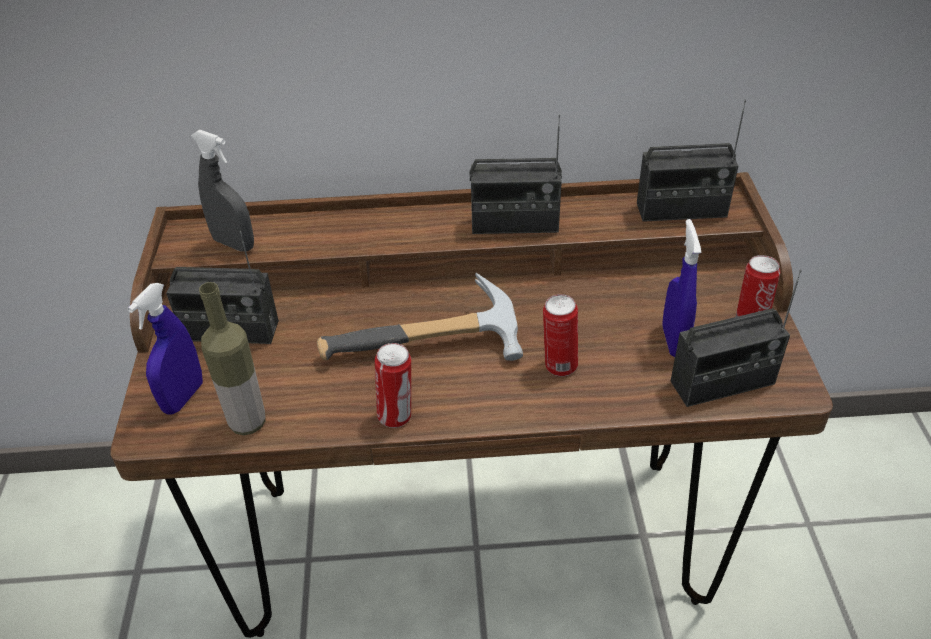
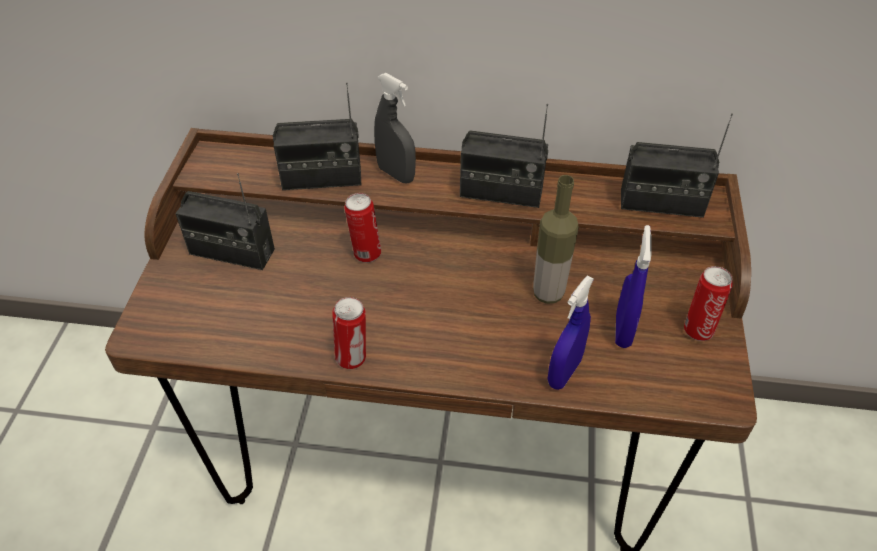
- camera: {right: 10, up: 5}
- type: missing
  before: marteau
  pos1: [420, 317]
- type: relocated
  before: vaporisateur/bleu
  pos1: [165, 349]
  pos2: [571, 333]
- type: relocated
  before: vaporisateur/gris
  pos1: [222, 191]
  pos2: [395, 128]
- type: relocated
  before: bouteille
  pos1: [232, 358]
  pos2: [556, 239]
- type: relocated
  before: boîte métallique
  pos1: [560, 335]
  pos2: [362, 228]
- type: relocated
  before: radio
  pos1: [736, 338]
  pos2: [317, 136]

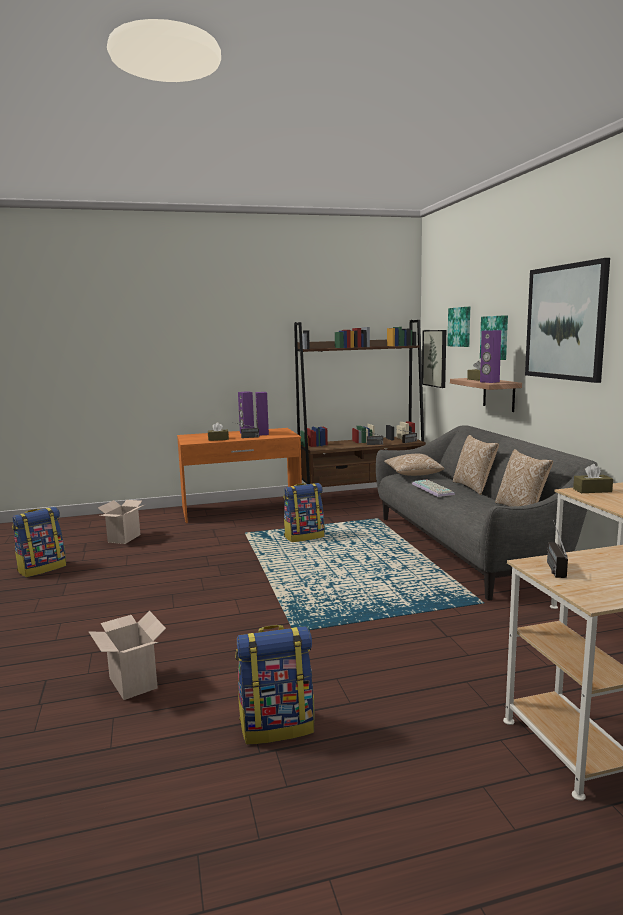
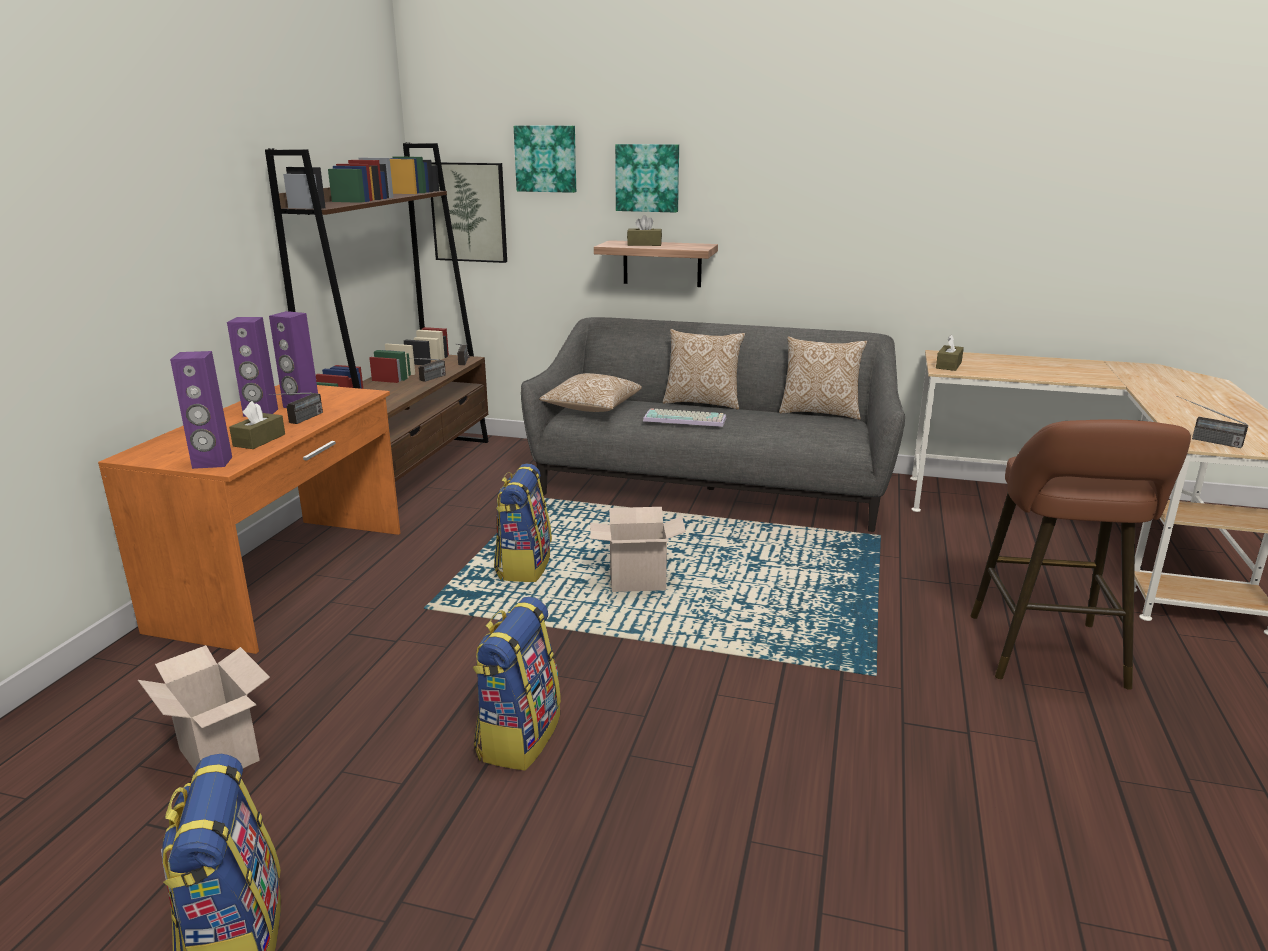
- camera: {right: -60, up: 10}
- type: missing
  before: tableau
  pos1: [567, 320]
- type: appeared
  after: tabouret/marron
  pos2: [1080, 554]
- type: relocated
  before: carton
  pos1: [127, 655]
  pos2: [638, 549]
- type: relocated
  before: sac à dos
  pos1: [274, 685]
  pos2: [517, 684]
- type: relocated
  before: enceinte/violet
  pos1: [490, 356]
  pos2: [201, 410]

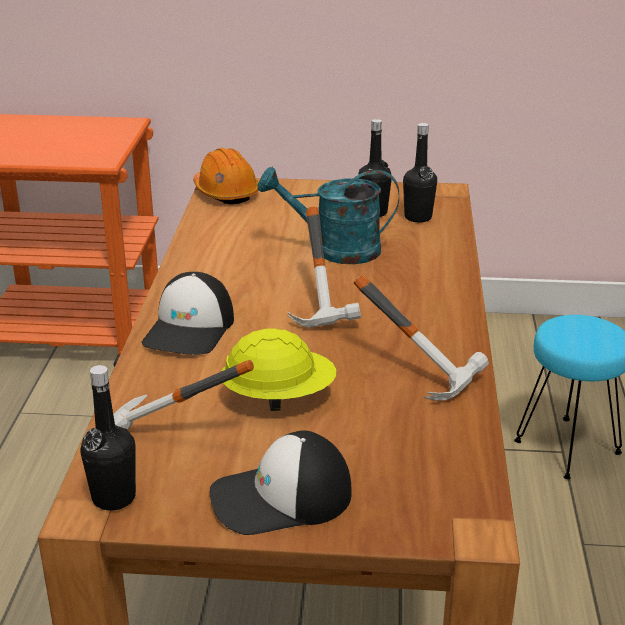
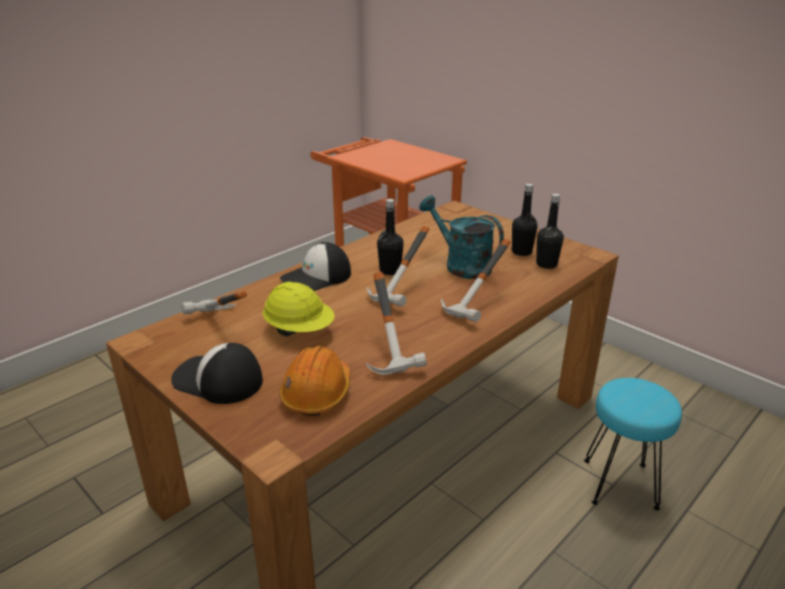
- camera: {right: 40, up: 0}
- type: appeared
  after: marteau
  pos2: [475, 280]
- type: relocated
  before: bouteille/noir
  pos1: [108, 438]
  pos2: [390, 237]
- type: relocated
  before: casque de chantier/orange
  pos1: [225, 176]
  pos2: [314, 381]

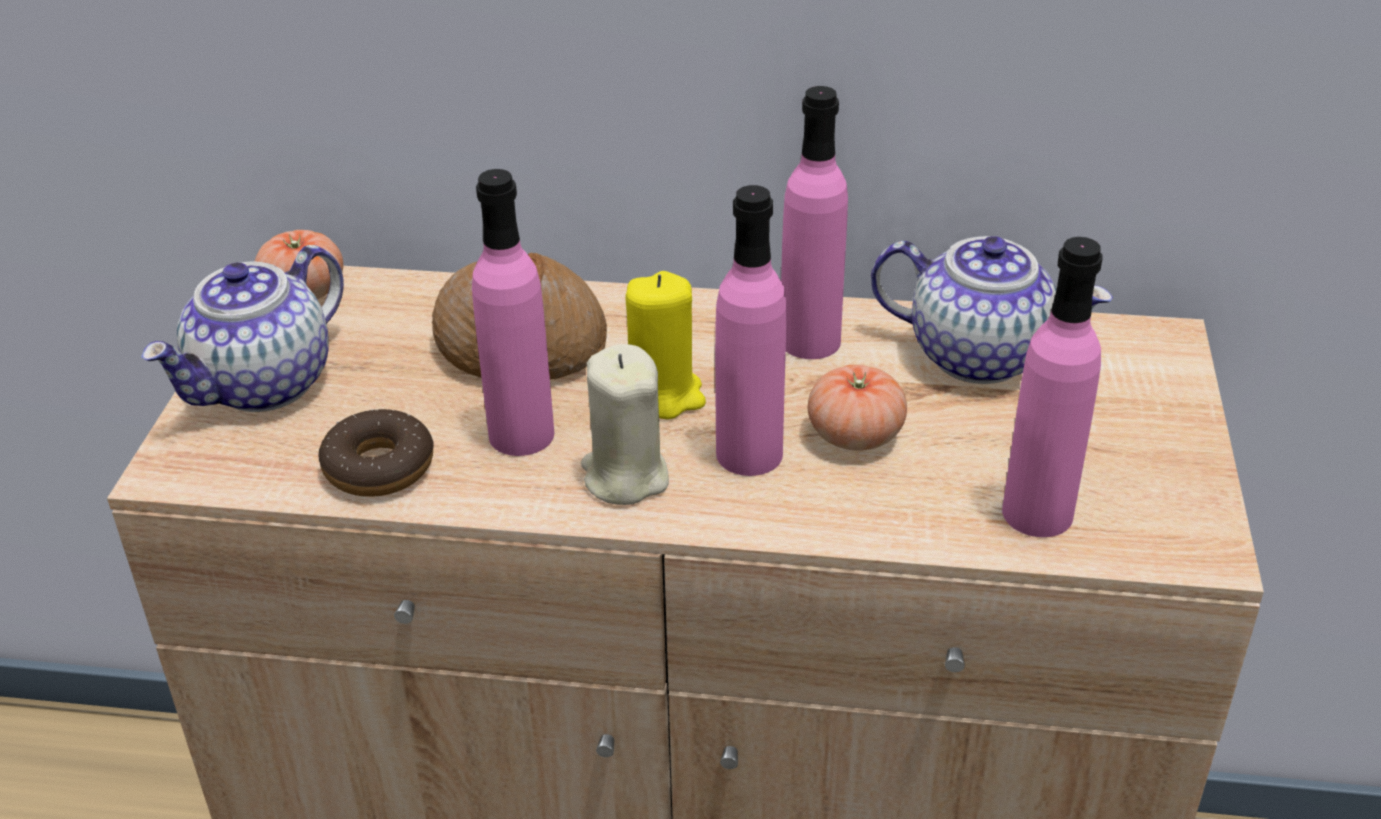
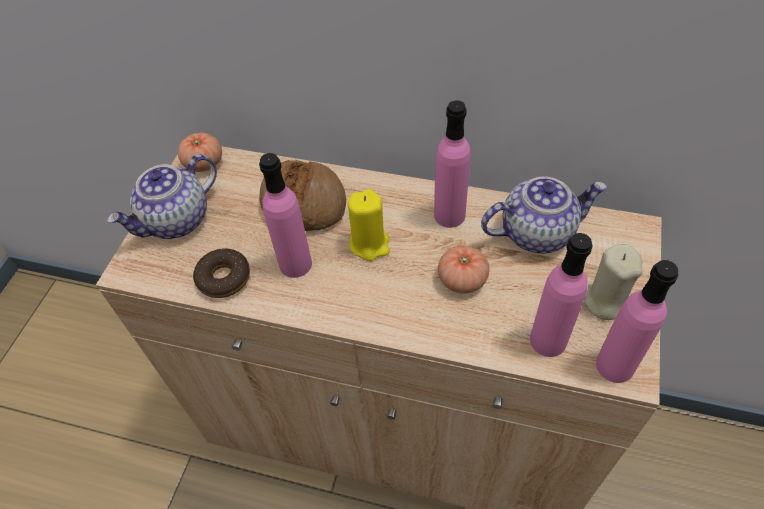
- camera: {right: 10, up: 15}
- type: relocated
  before: bougie/beige
  pos1: [625, 424]
  pos2: [613, 282]
- type: relocated
  before: bouteille/rose
  pos1: [750, 330]
  pos2: [637, 321]
- type: spun
  before: théière
  pos1: [992, 310]
  pos2: [544, 215]
  turn: -45

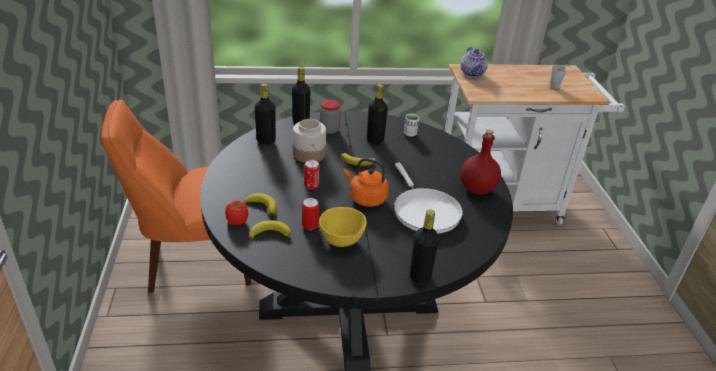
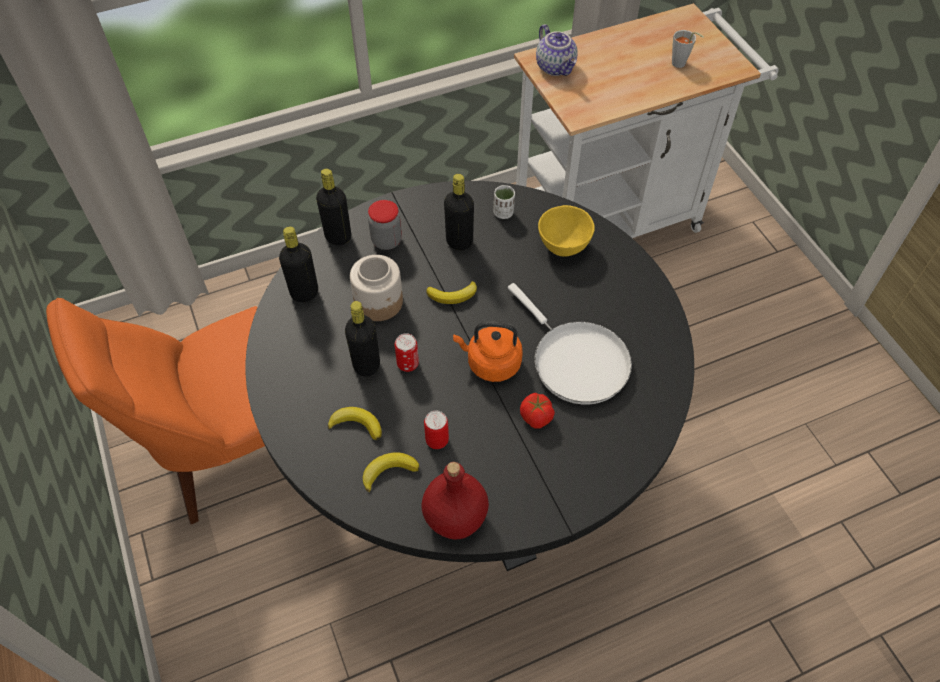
- camera: {right: -15, up: 20}
- type: relocated
  before: tomate
  pos1: [236, 212]
  pos2: [537, 410]
- type: relocated
  before: bol/jaune
  pos1: [343, 227]
  pos2: [566, 231]
- type: relocated
  before: bouteille/noir
  pos1: [424, 246]
  pos2: [362, 338]
- type: relocated
  before: bouteille/rouge
  pos1: [480, 162]
  pos2: [455, 500]

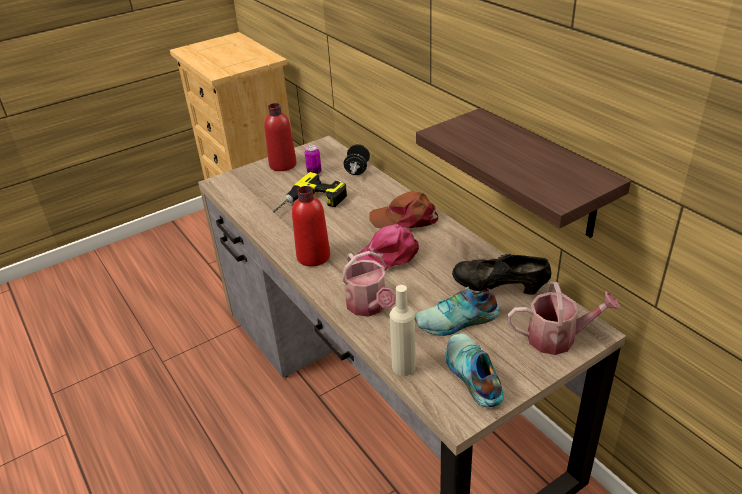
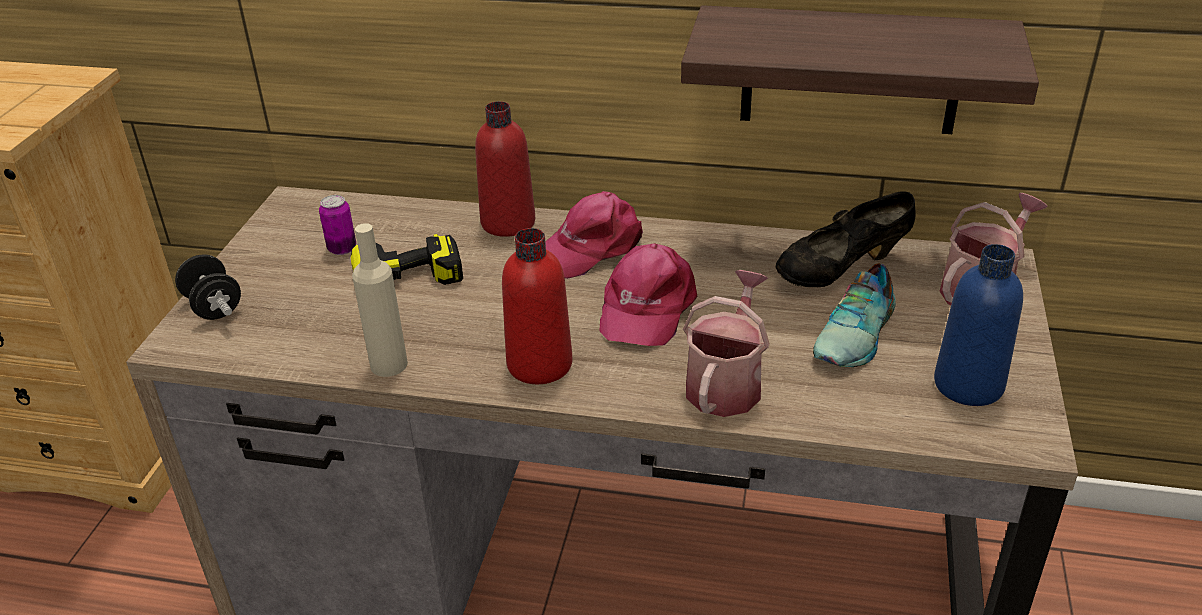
- camera: {right: -45, up: 0}
- type: relocated
  before: bouteille/rouge
  pos1: [280, 137]
  pos2: [505, 169]
- type: relocated
  before: haltère/noir
  pos1: [357, 159]
  pos2: [208, 287]
- type: relocated
  before: bouteille/beige
  pos1: [403, 330]
  pos2: [380, 300]
- type: exchanged
  before: chaussure
  after: bouteille/bleu
  pos1: [475, 370]
  pos2: [978, 325]
- type: colour
  before: casquette/marron
  after: casquette/rose
  pos1: [404, 210]
  pos2: [594, 235]
- type: spun
  before: arrosoir
  pos1: [368, 284]
  pos2: [726, 343]
  turn: -90

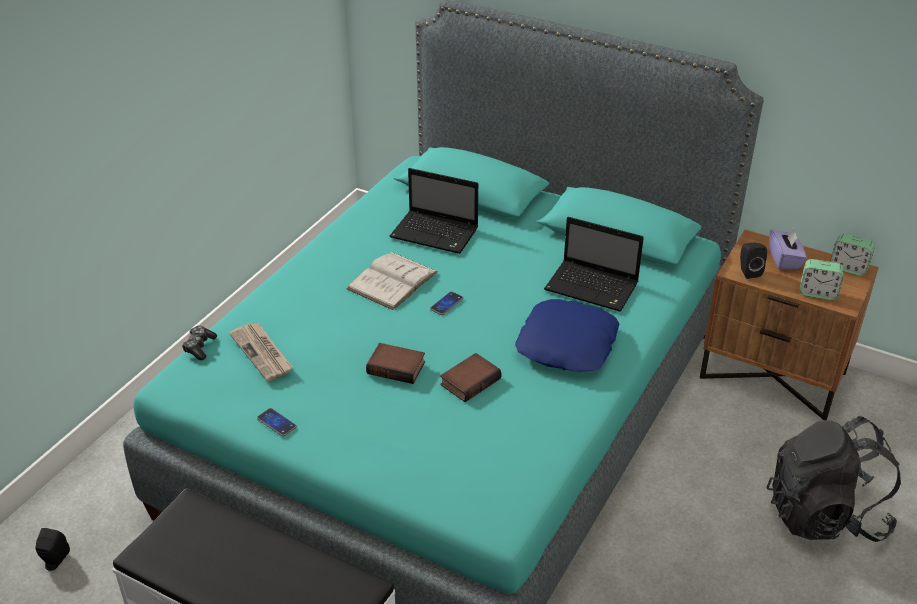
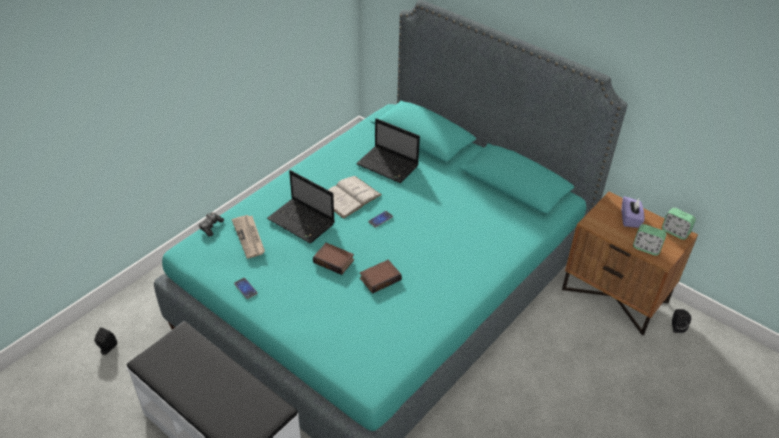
- camera: {right: 10, up: 5}
- type: missing
  before: coussin/bleu
  pos1: [567, 335]
- type: missing
  before: sac à dos/noir
  pos1: [833, 479]
- type: relocated
  before: ordinateur portable
  pos1: [594, 264]
  pos2: [300, 206]
- type: relocated
  before: enceinte/noir
  pos1: [753, 261]
  pos2: [681, 321]

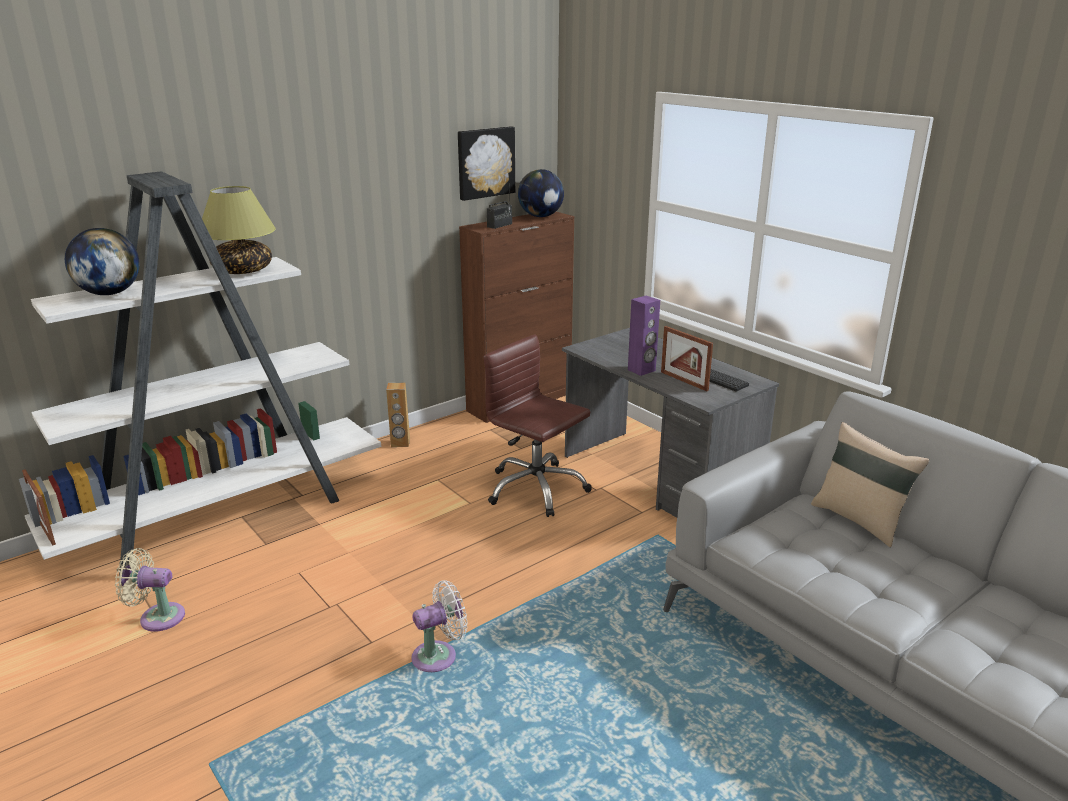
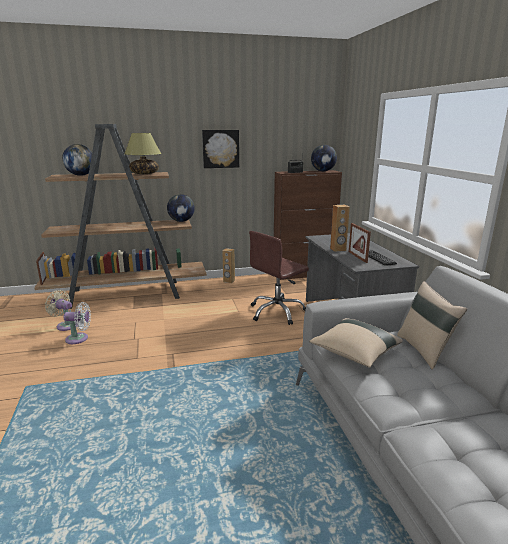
- camera: {right: 25, up: -5}
- type: appeared
  after: globe
  pos2: [181, 208]
- type: appeared
  after: coussin/beige
  pos2: [356, 343]
- type: relocated
  before: ventilateur/blanc
  pos1: [439, 626]
  pos2: [77, 323]
- type: relocated
  before: tableau
  pos1: [486, 163]
  pos2: [220, 149]
- type: colour
  before: bibliothèque/blanc
  after: bibliothèque/marron
  pos1: [200, 373]
  pos2: [120, 216]
- type: colour
  before: enceinte/violet
  after: enceinte/marron
  pos1: [644, 336]
  pos2: [340, 228]
- type: spun
  before: chaise de bureau/marron
  pos1: [537, 425]
  pos2: [279, 278]
  turn: -105

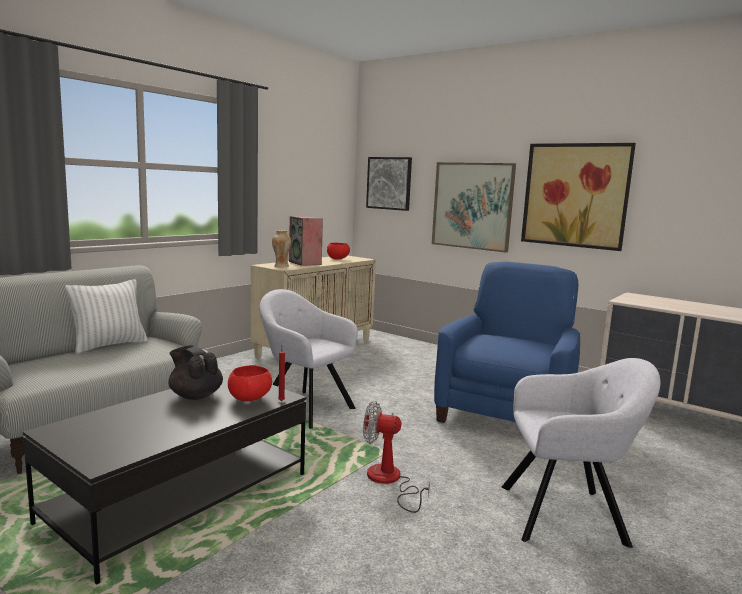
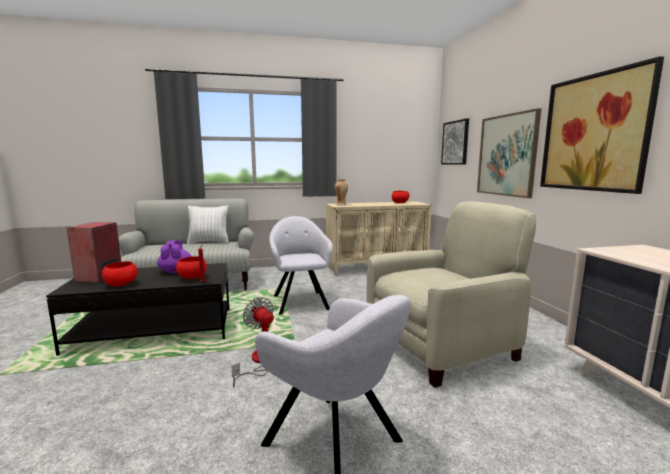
- camera: {right: 40, up: 0}
- type: appeared
  after: bol/rouge
  pos2: [120, 274]
- type: relocated
  before: enceinte
  pos1: [306, 241]
  pos2: [93, 252]
- type: colour
  before: théière/noir
  after: théière/violet
  pos1: [195, 372]
  pos2: [174, 256]
- type: colour
  before: fauteuil/bleu
  after: fauteuil/beige
  pos1: [507, 342]
  pos2: [451, 294]

